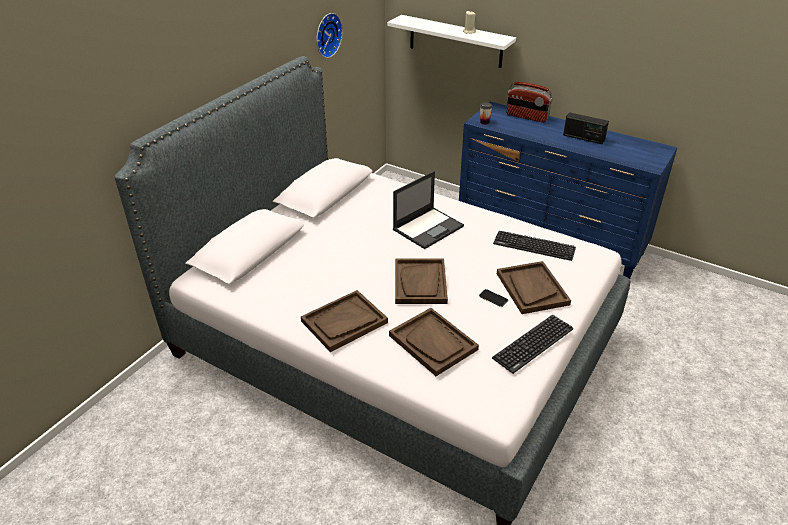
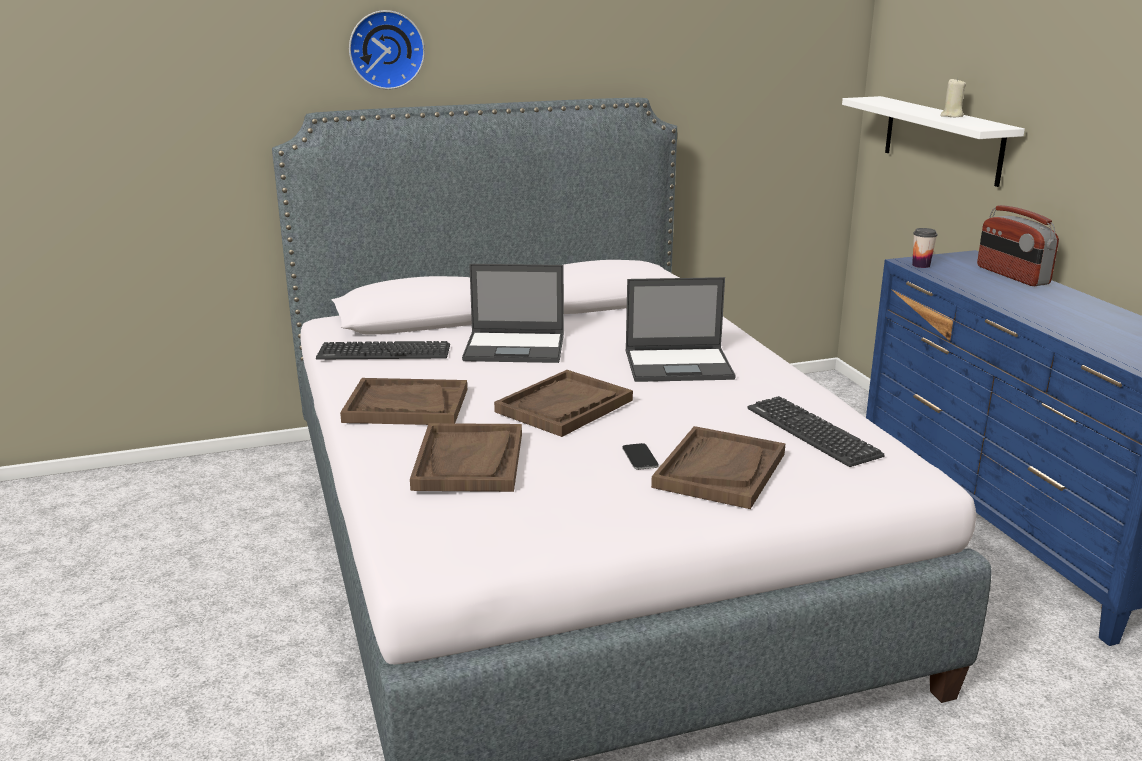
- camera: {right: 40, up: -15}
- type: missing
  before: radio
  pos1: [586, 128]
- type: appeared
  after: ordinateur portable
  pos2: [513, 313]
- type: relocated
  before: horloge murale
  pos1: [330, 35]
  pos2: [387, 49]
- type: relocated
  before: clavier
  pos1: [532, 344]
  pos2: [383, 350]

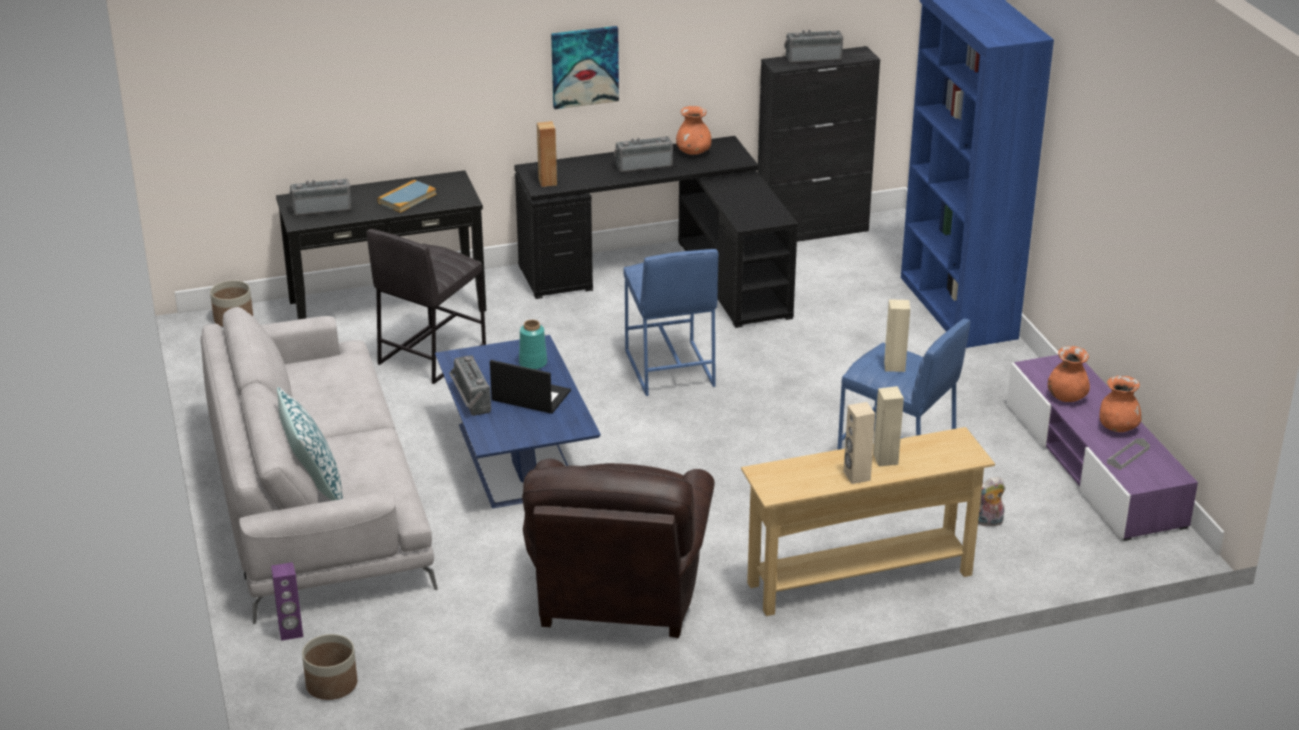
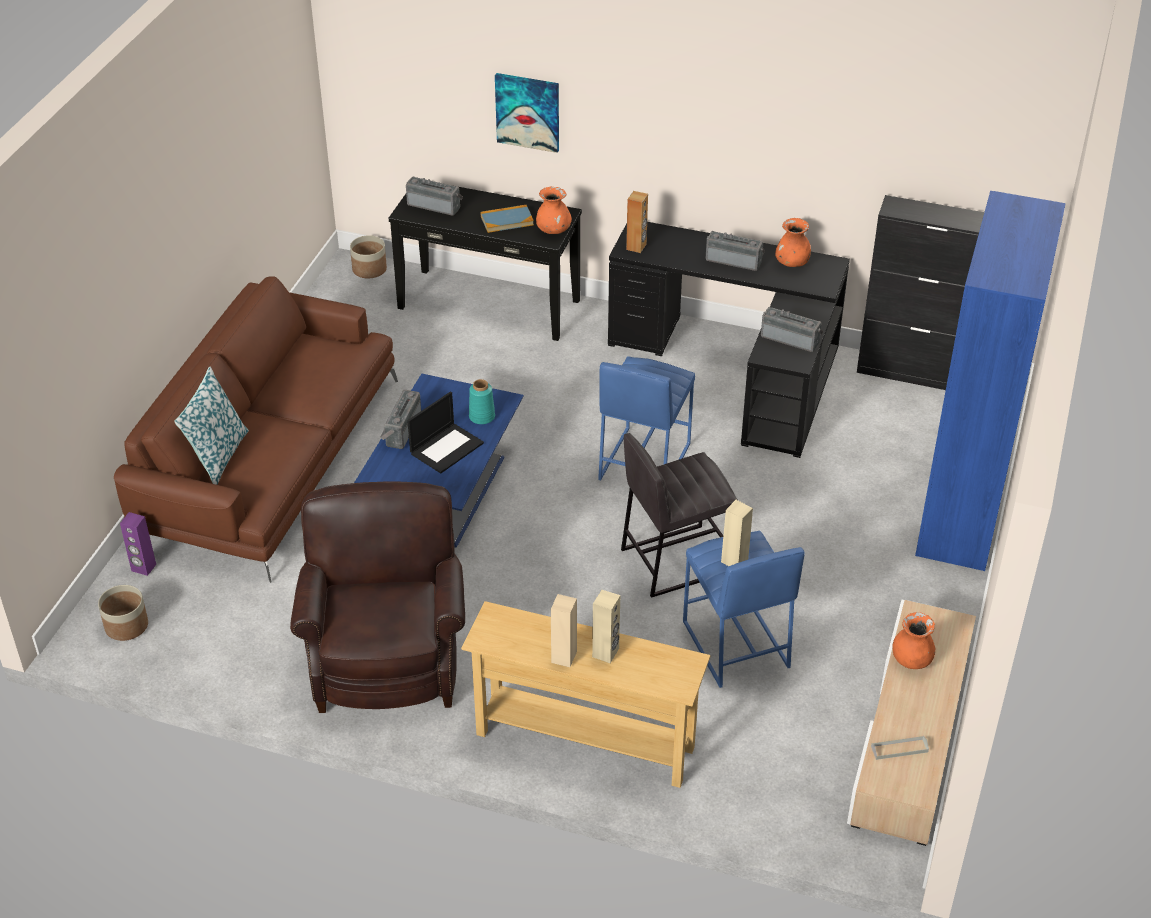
- camera: {right: 35, up: 10}
- type: missing
  before: peluche
  pos1: [991, 502]
- type: relocated
  before: tabouret/gris
  pos1: [426, 306]
  pos2: [679, 515]
- type: relocated
  before: tableau
  pos1: [585, 67]
  pos2: [527, 113]
- type: relocated
  before: radio
  pos1: [813, 46]
  pos2: [792, 329]
- type: relocated
  before: vase/orange
  pos1: [1121, 403]
  pos2: [554, 210]
- type: colour
  before: canapé/gris
  after: canapé/marron
  pos1: [319, 465]
  pos2: [256, 429]
- type: colour
  before: meuble télé/violet
  after: meuble télé/beige
  pos1: [1102, 448]
  pos2: [911, 722]
- type: spun
  before: ordinateur portable
  pos1: [530, 387]
  pos2: [445, 432]
  turn: 75
- type: spun
  before: fauteuil/marron
  pos1: [618, 548]
  pos2: [377, 597]
  turn: 135

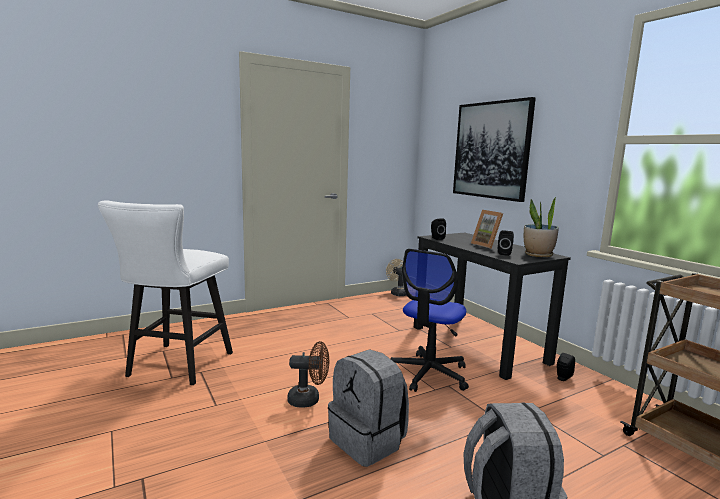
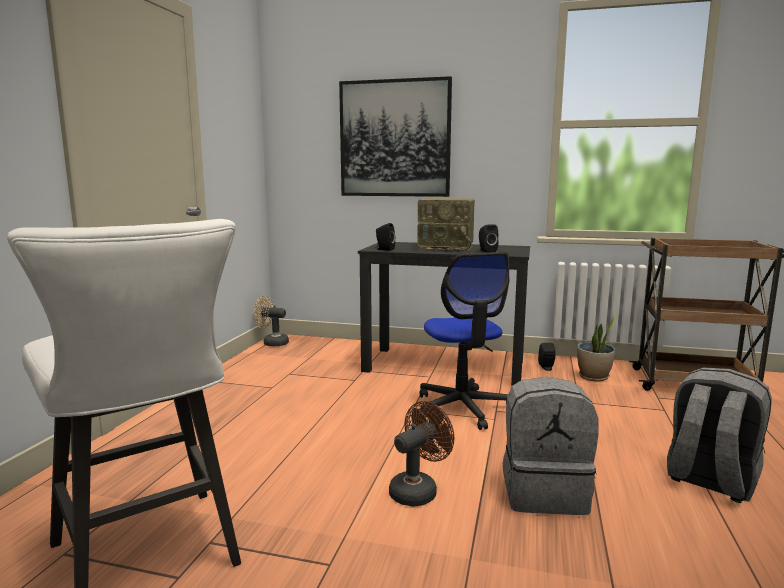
- camera: {right: -45, up: 0}
- type: relocated
  before: plante en pot
  pos1: [541, 226]
  pos2: [596, 348]
- type: exchanged
  before: cadre photo
  after: radio
  pos1: [487, 229]
  pos2: [446, 224]

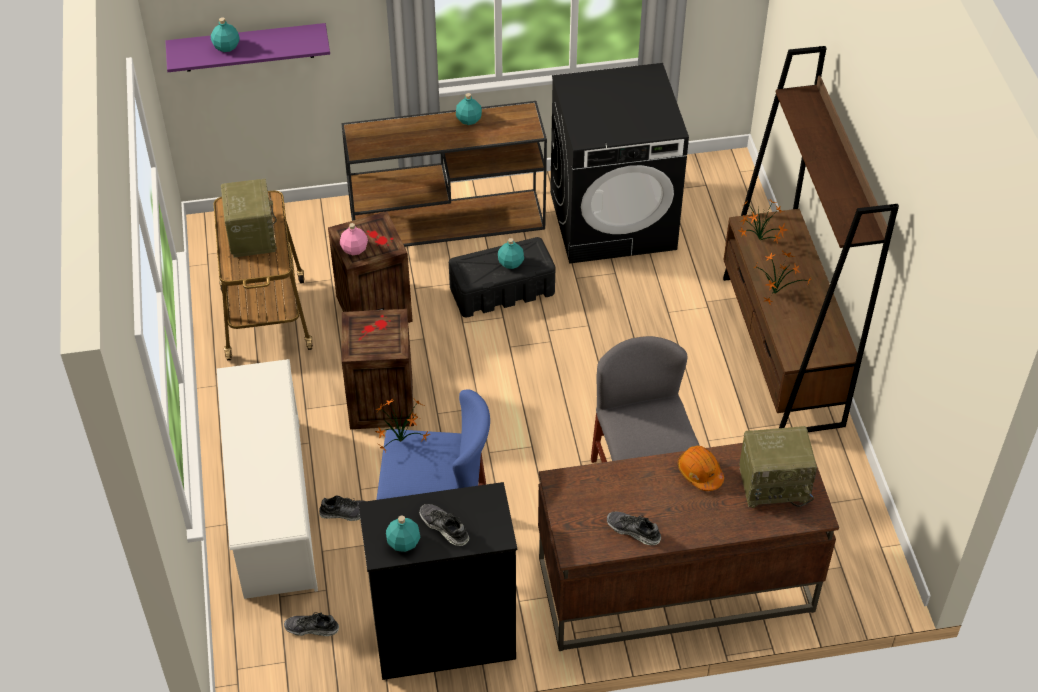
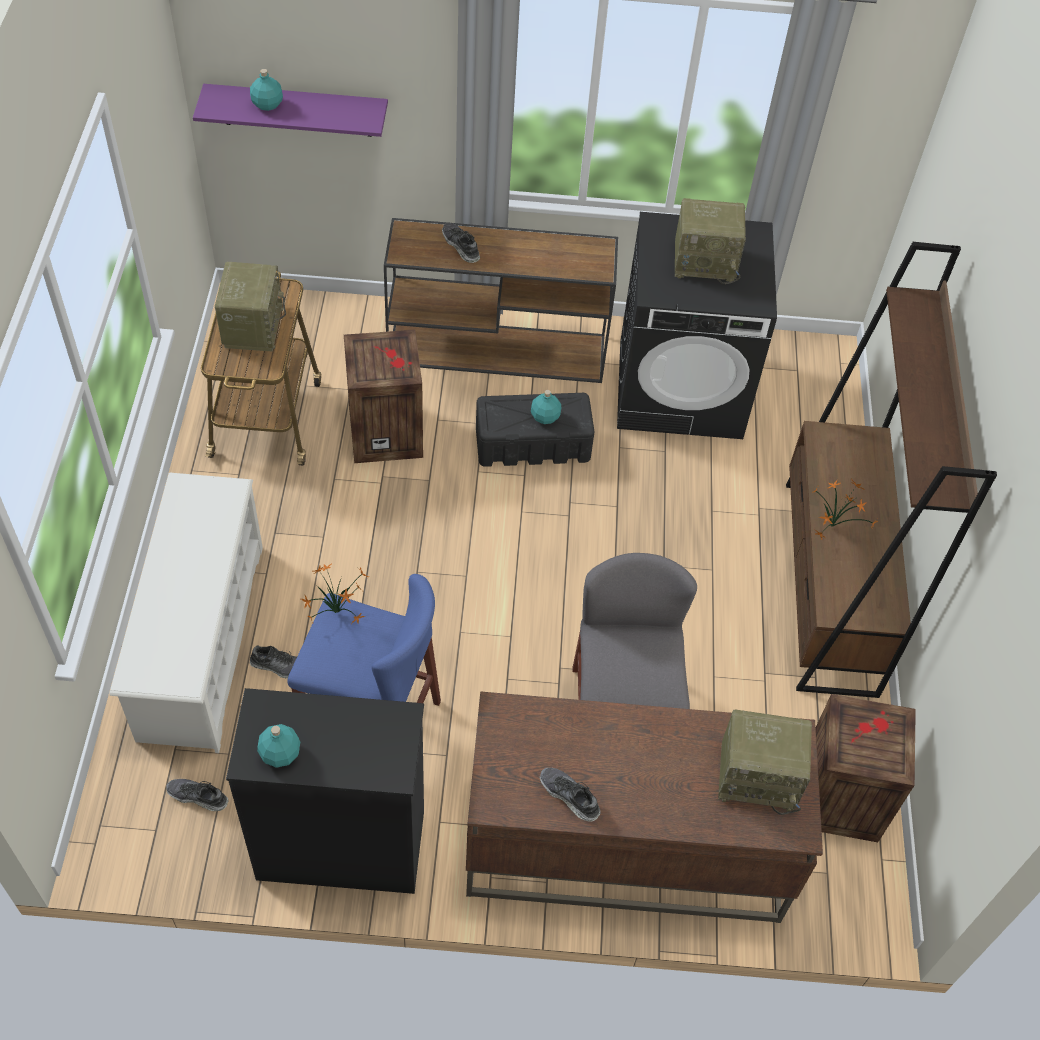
- camera: {right: 10, up: 5}
- type: missing
  before: bouteille/rose
  pos1: [354, 239]
- type: missing
  before: bouteille/turquoise
  pos1: [469, 109]
- type: missing
  before: casque de chantier/orange
  pos1: [701, 468]
- type: missing
  before: plante en pot
  pos1: [762, 221]
- type: appeared
  after: radio
  pos2: [710, 241]
- type: relocated
  before: caisse
  pos1: [378, 369]
  pos2: [866, 768]
- type: relocated
  before: chaussure
  pos1: [444, 525]
  pos2: [461, 243]

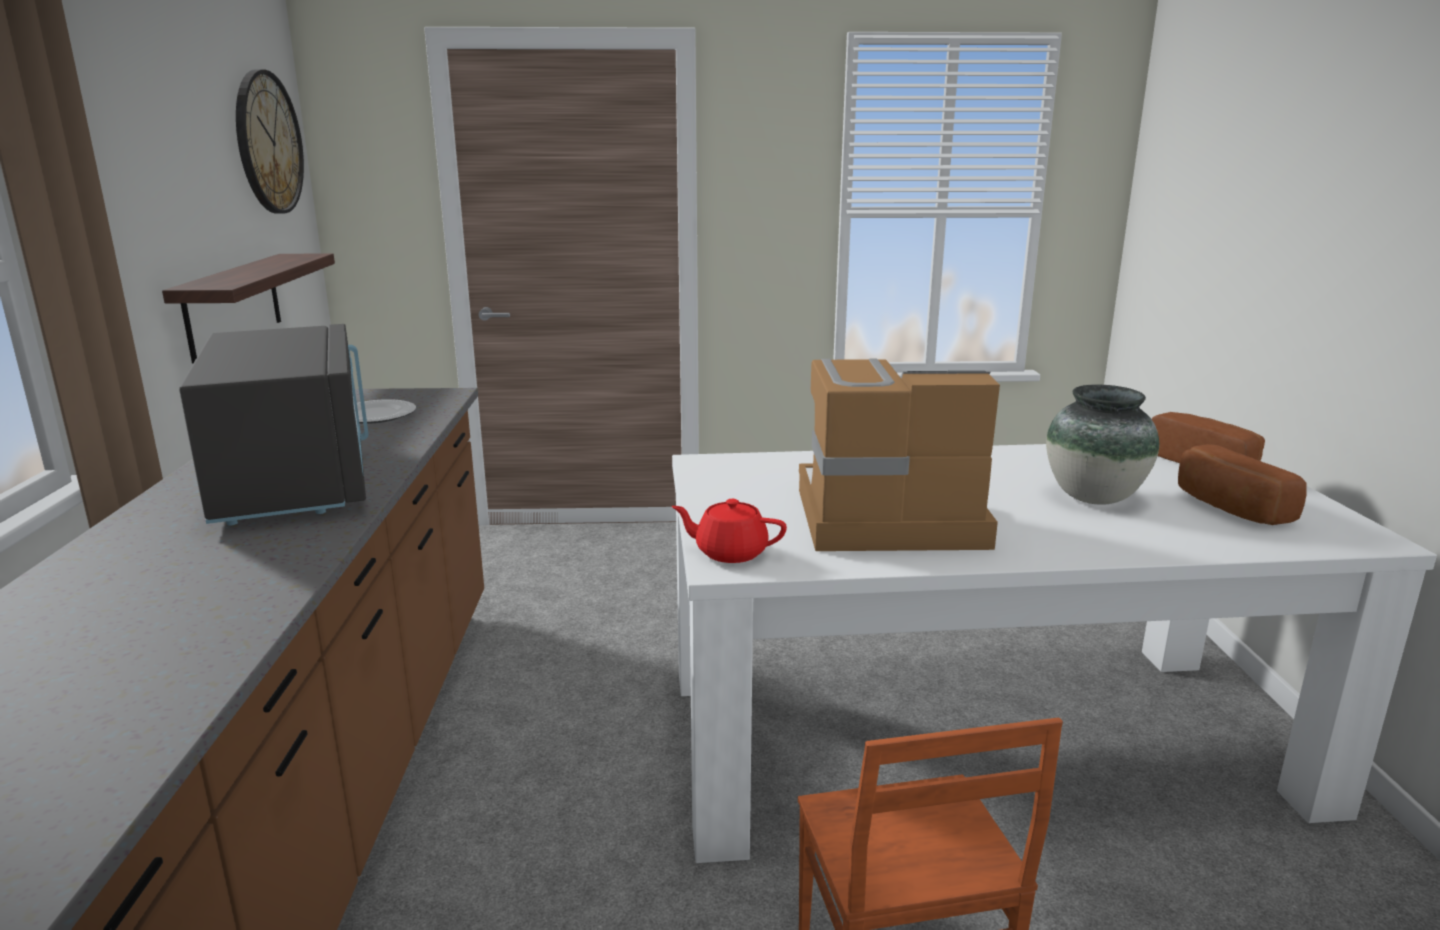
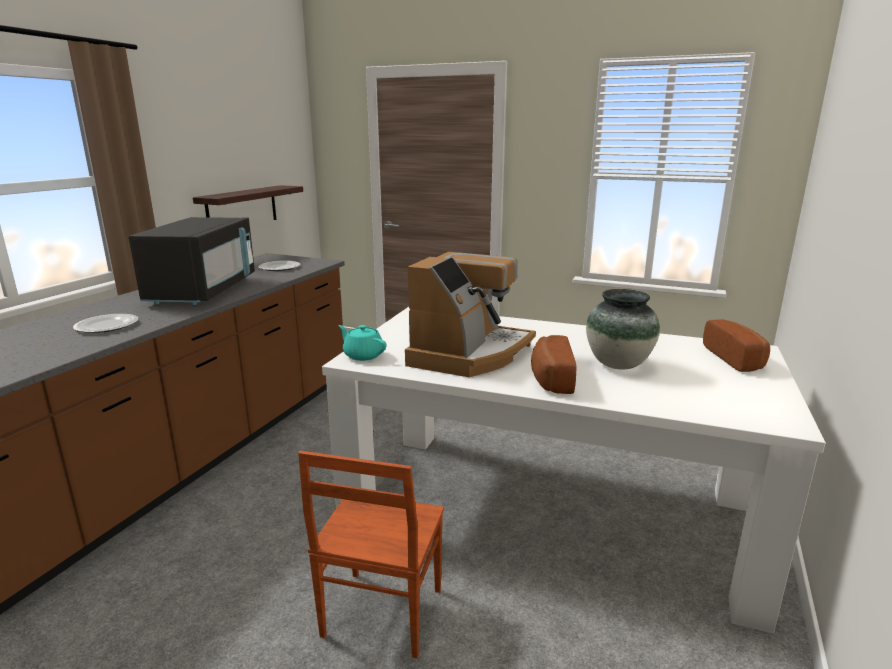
- camera: {right: 25, up: 0}
- type: missing
  before: horloge murale
  pos1: [270, 141]
- type: appeared
  after: assiette
  pos2: [105, 323]
- type: relocated
  before: pain
  pos1: [1242, 484]
  pos2: [554, 364]
- type: colour
  before: théière/rouge
  after: théière/turquoise
  pos1: [729, 531]
  pos2: [362, 343]
- type: spun
  before: machine à café
  pos1: [899, 454]
  pos2: [470, 314]
  turn: 90

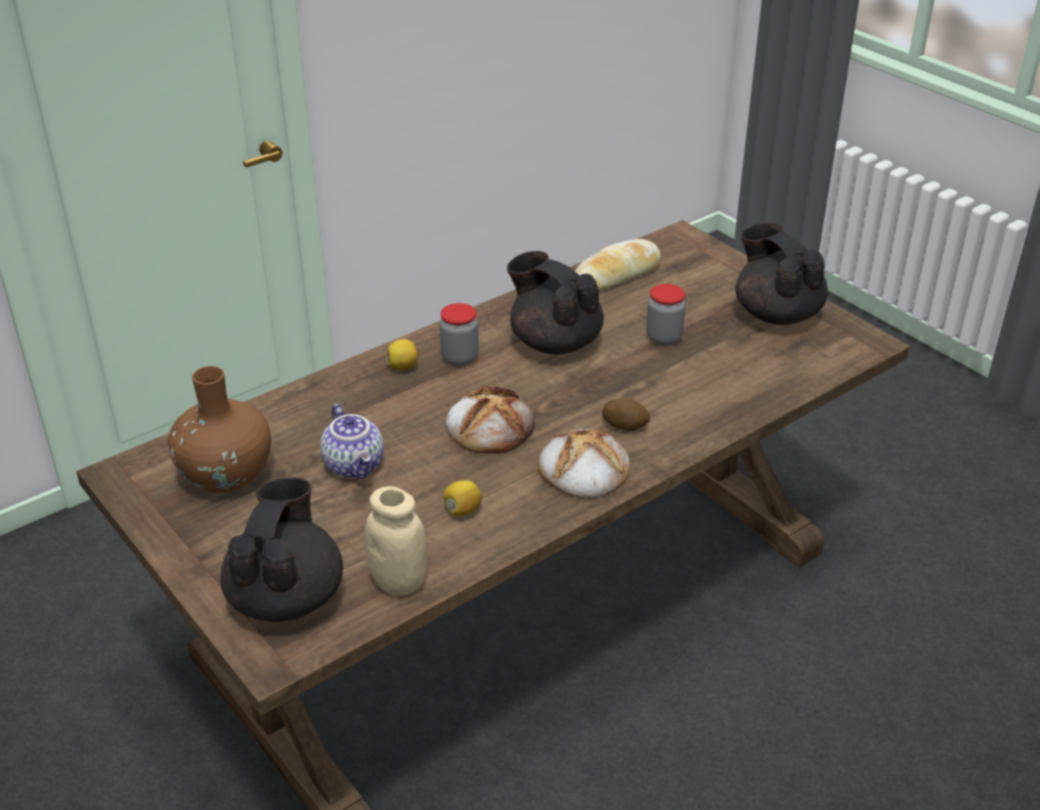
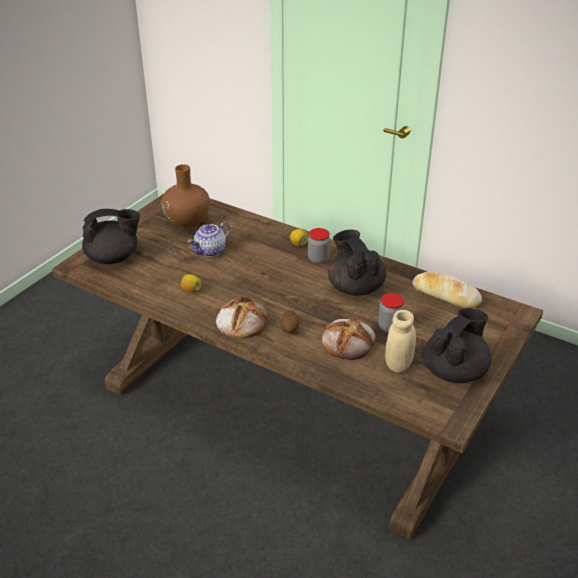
- camera: {right: 70, up: 0}
- type: relocated
  before: bocal/beige
  pos1: [396, 541]
  pos2: [400, 341]
- type: relocated
  before: pain
  pos1: [490, 420]
  pos2: [348, 339]
- type: spun
  before: théière/noir
  pos1: [555, 302]
  pos2: [357, 262]
  turn: -45

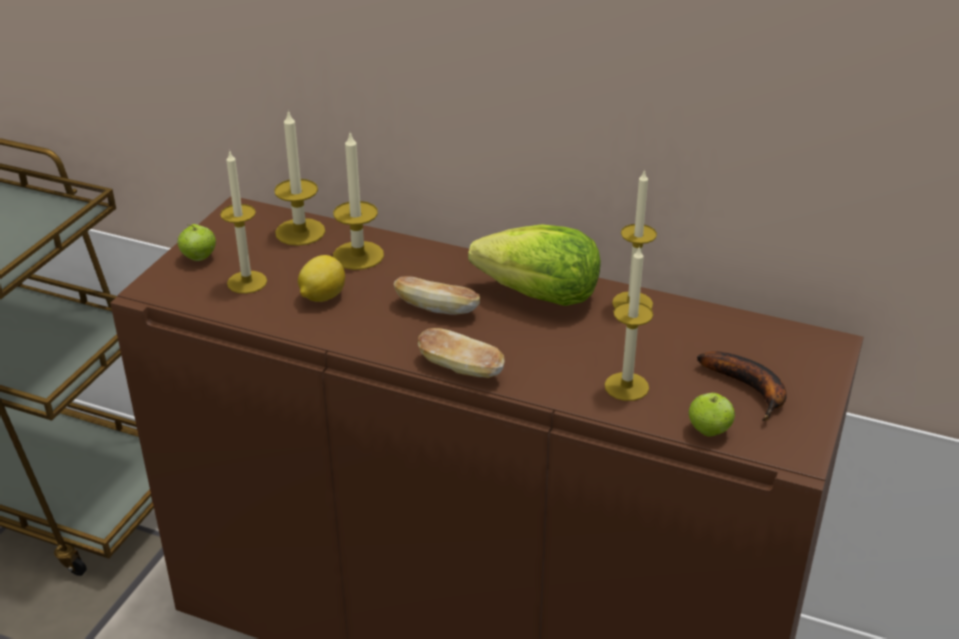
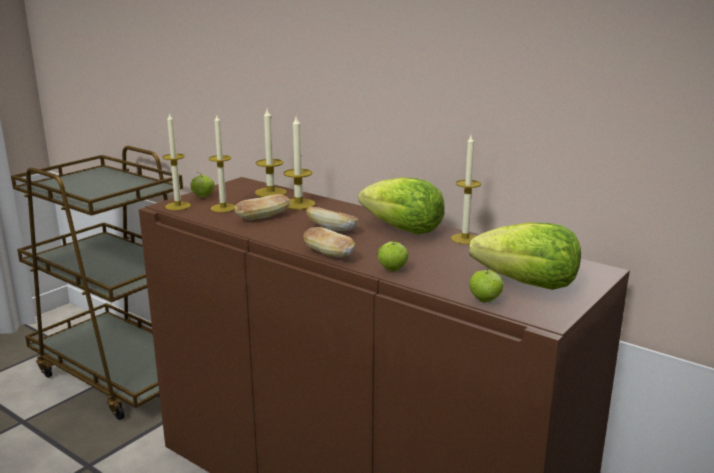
- camera: {right: 15, up: -15}
- type: appeared
  after: pomme
  pos2: [392, 255]
- type: relocated
  before: bougie
  pos1: [629, 323]
  pos2: [176, 161]
- type: exchanged
  before: citron
  after: pain
  pos1: [321, 278]
  pos2: [262, 207]
- type: exchanged
  before: banane
  after: laitue
  pos1: [742, 386]
  pos2: [525, 256]

